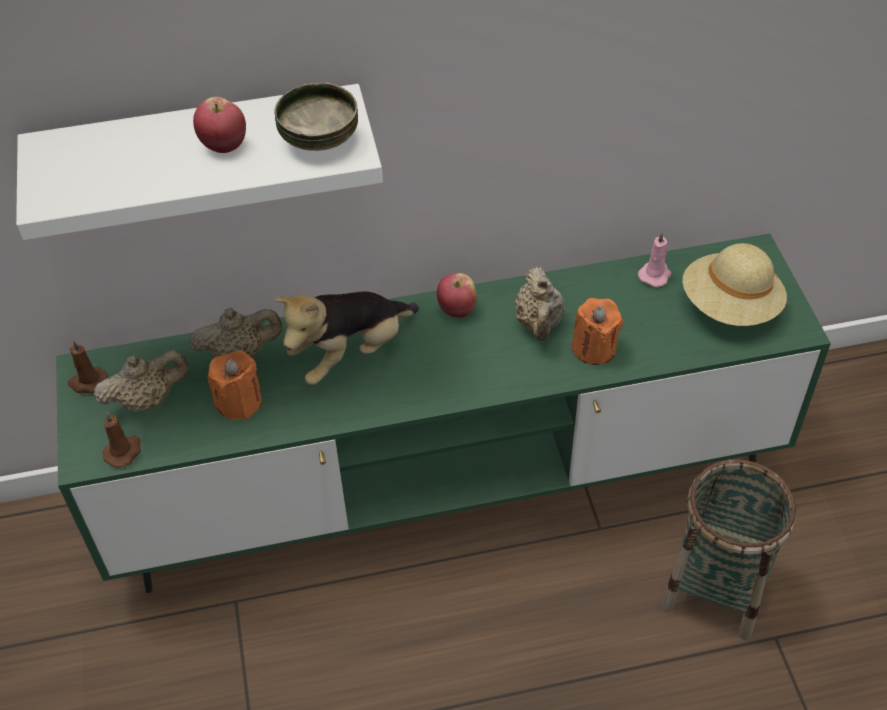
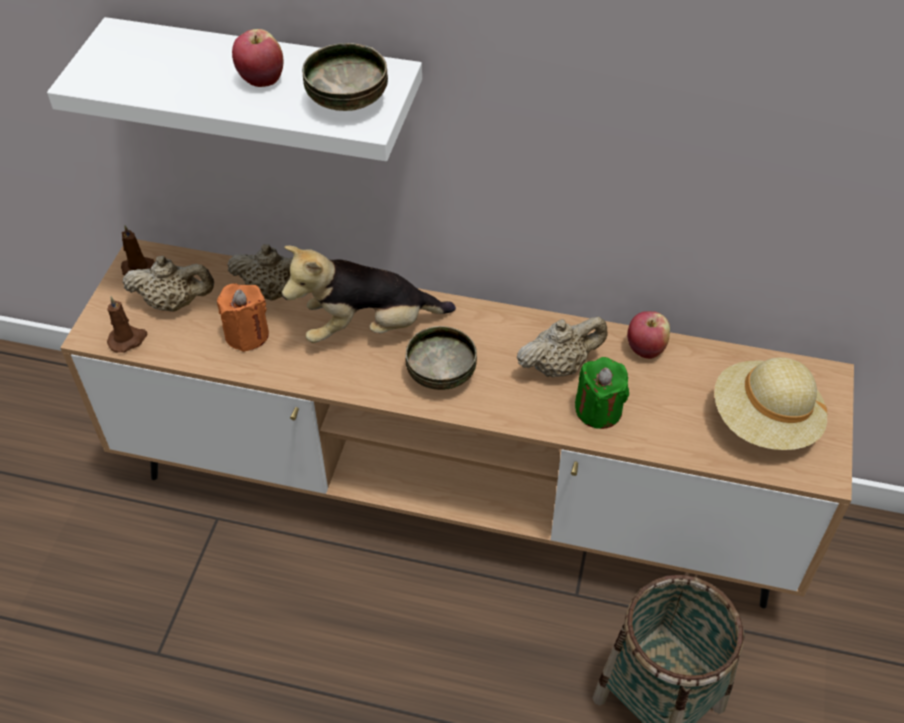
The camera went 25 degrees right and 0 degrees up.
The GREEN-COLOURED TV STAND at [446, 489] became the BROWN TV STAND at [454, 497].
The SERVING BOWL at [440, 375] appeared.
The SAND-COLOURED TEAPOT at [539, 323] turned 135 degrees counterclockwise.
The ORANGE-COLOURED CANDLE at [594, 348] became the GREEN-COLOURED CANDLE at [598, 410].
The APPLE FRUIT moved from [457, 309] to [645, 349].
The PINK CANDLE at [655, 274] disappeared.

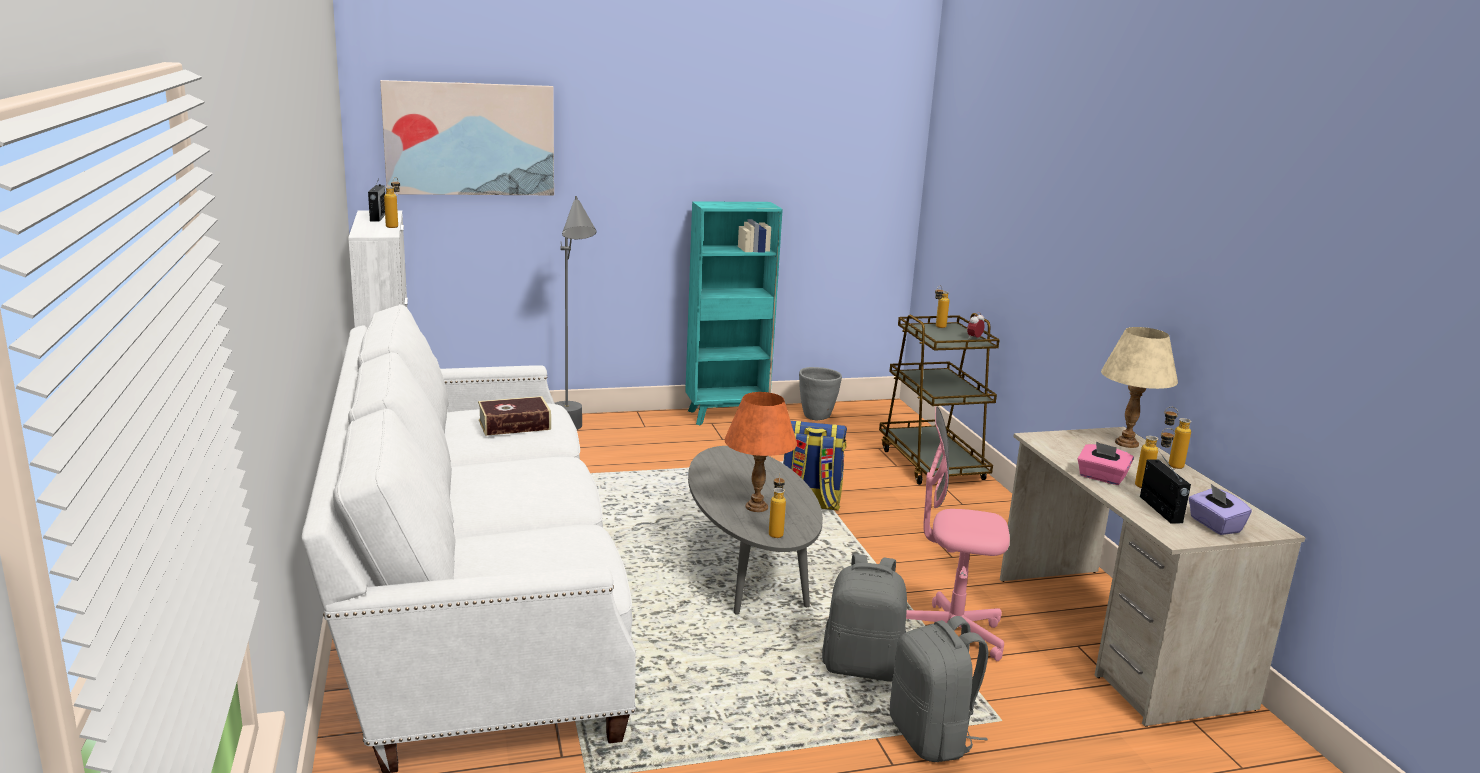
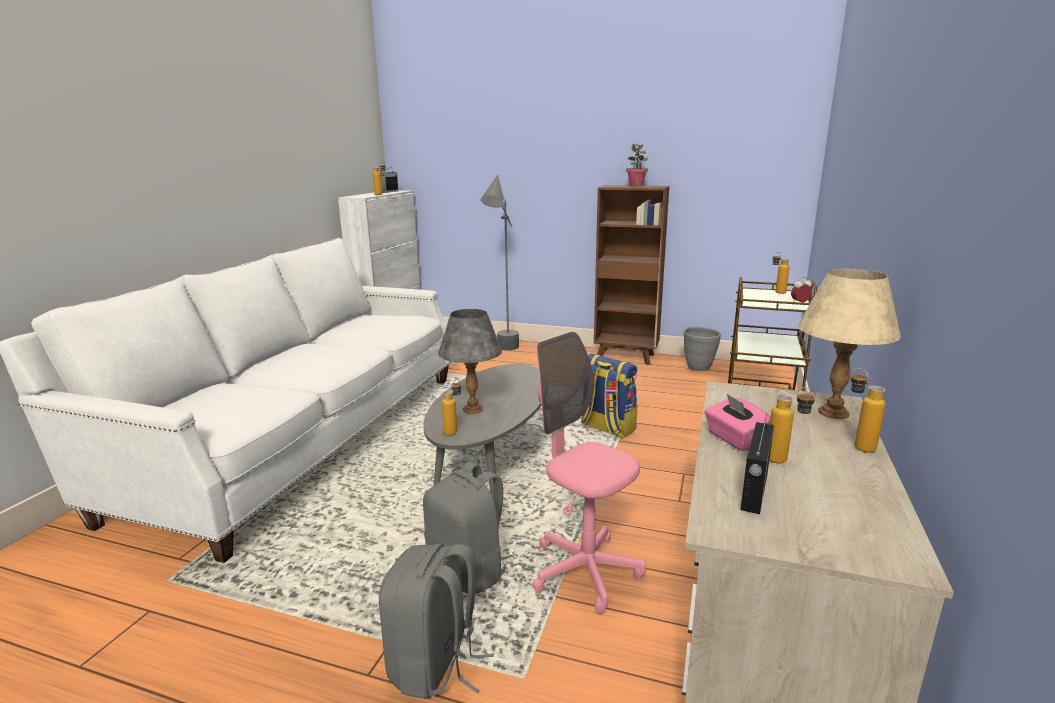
The camera went 35 degrees right and 0 degrees up.
The ORANGE-COLOURED LAMP FOR A TABLE at [756, 507] became the GRAY LAMP FOR A TABLE at [472, 409].
The TURQUOISE BOOKSHELF at [727, 416] became the BROWN BOOKSHELF at [626, 357].
The POTTED PLANT at [636, 186] appeared.
The WALL ART at [470, 139] disappeared.
The BOUND BOOK at [514, 425] disappeared.
The PURPLE-COLOURED TISSUE HOLDER at [1214, 525] disappeared.

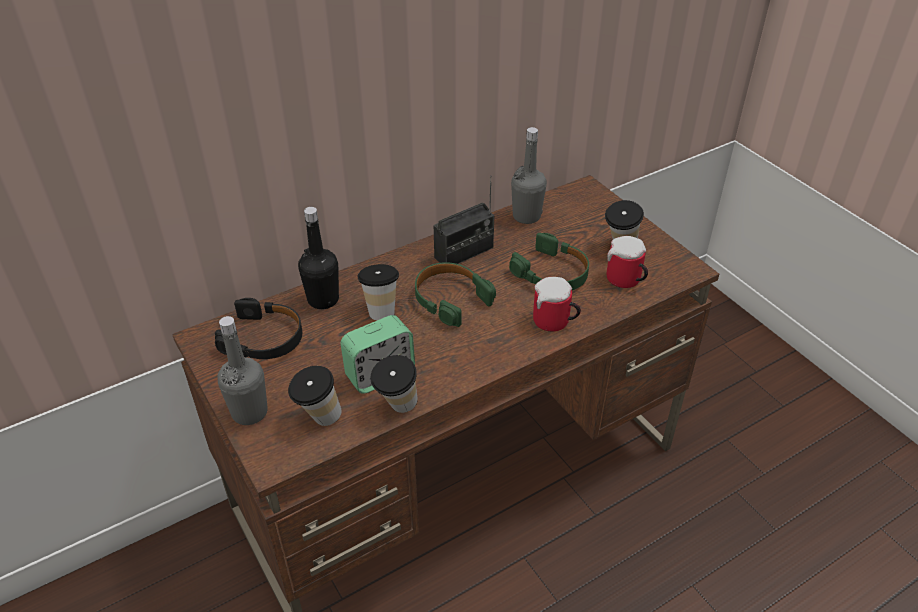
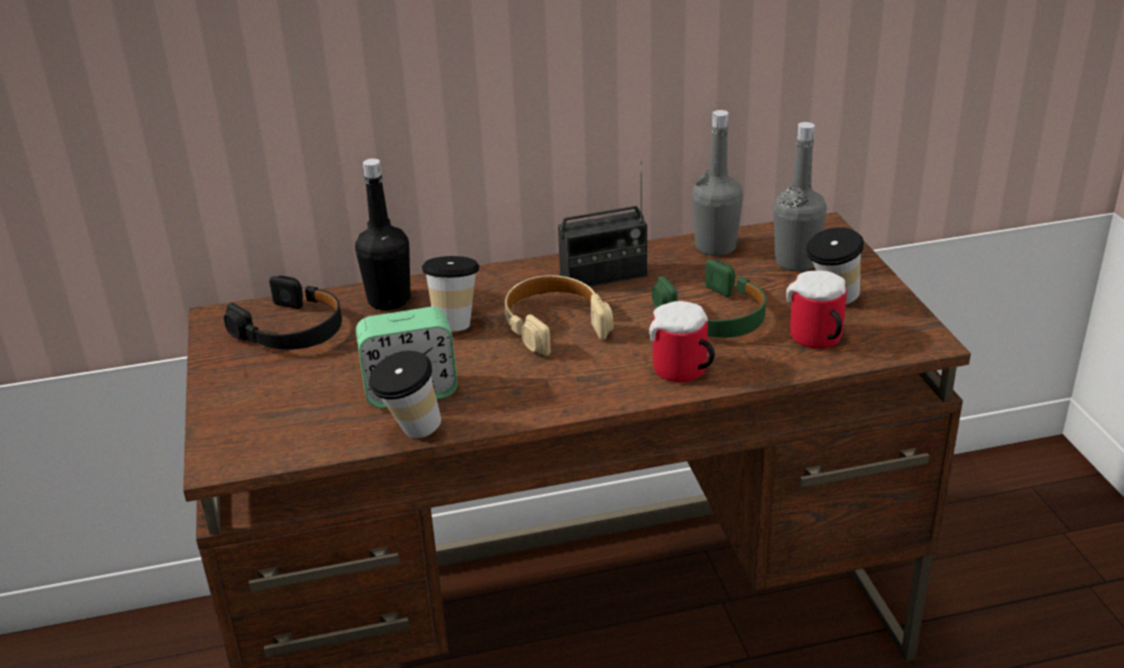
The camera went 20 degrees right and 10 degrees down.
The GREEN-COLOURED HEADPHONES at [450, 299] became the SAND-COLOURED HEADPHONES at [554, 324].
The GRAY BEVERAGE BOTTLE moved from [249, 412] to [796, 262].
The CUP at [318, 419] disappeared.

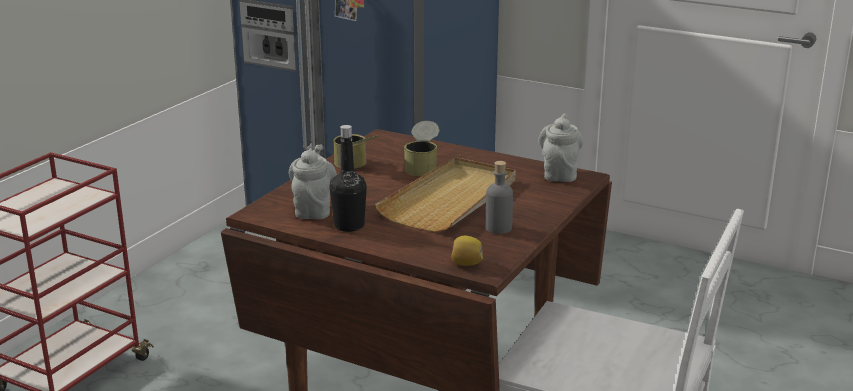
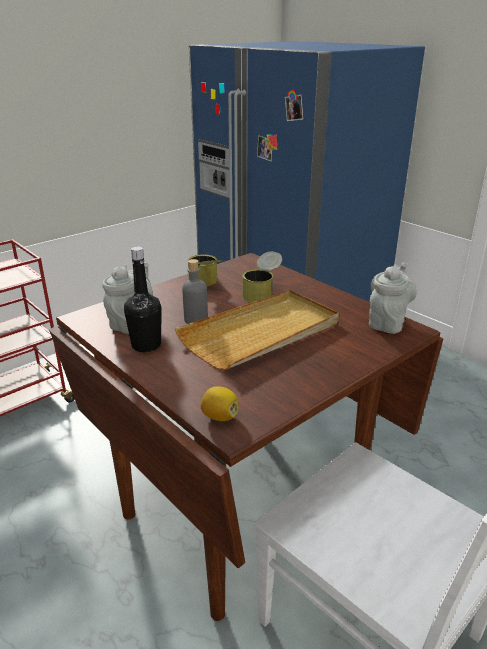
The camera went 20 degrees right and 5 degrees up.
The GRAY BEVERAGE BOTTLE moved from [498, 228] to [196, 320].

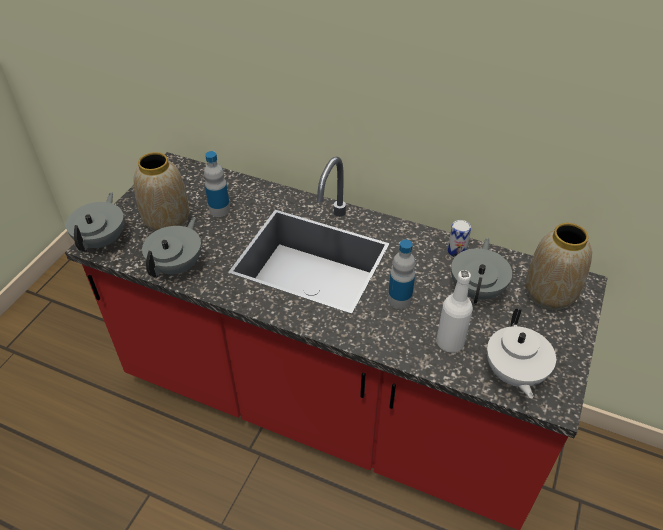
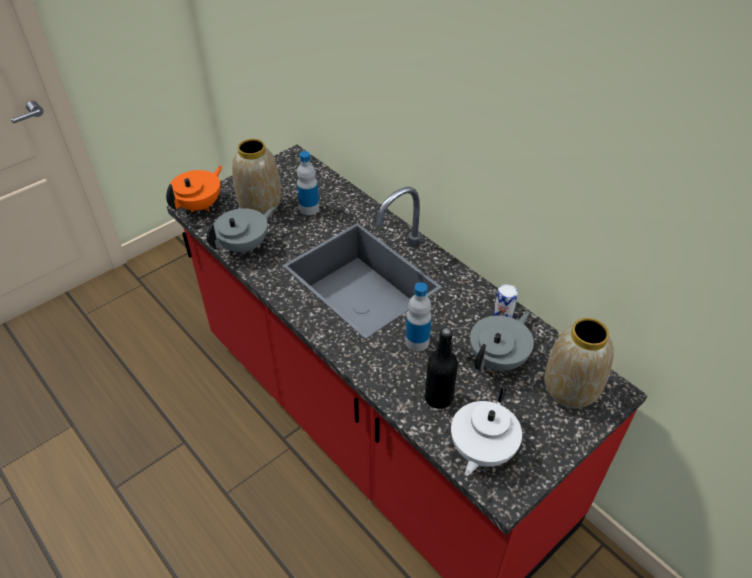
The camera went 25 degrees right and 0 degrees up.
The GRAY TEAPOT at [103, 240] became the ORANGE-COLOURED TEAPOT at [200, 205].
The WHITISH BEVERAGE BOTTLE at [450, 342] became the BLACK-COLOURED BEVERAGE BOTTLE at [438, 398].

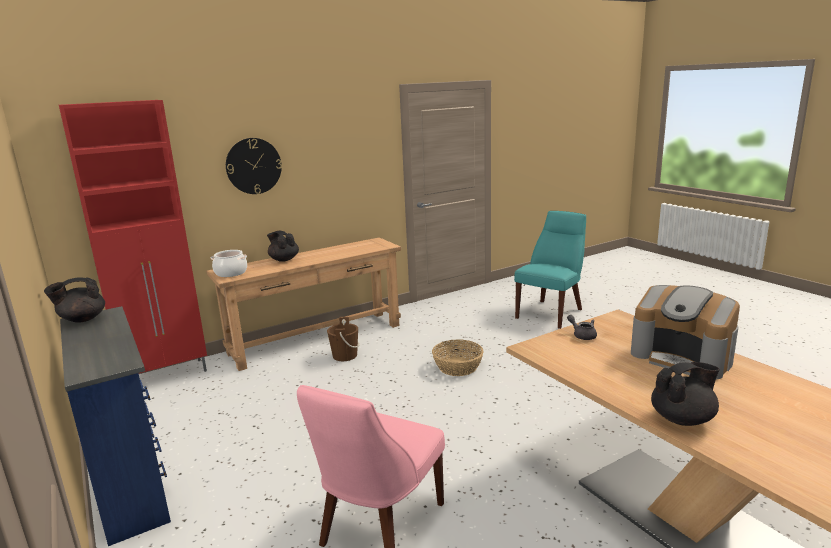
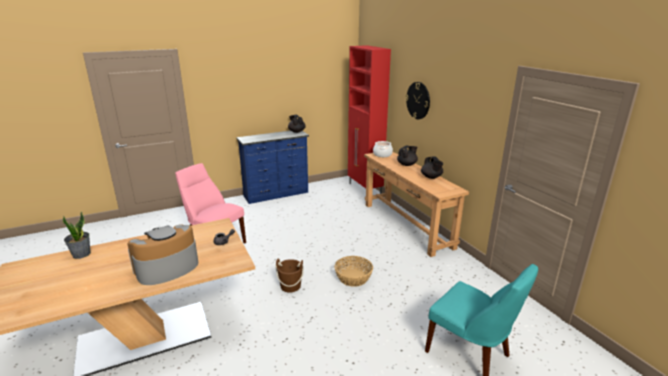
The camera went 95 degrees right and 5 degrees up.
The POTTED PLANT at [81, 254] appeared.
The BROWN BUCKET moved from [345, 355] to [290, 286].
The BLACK-COLOURED TEAPOT moved from [683, 419] to [431, 177].

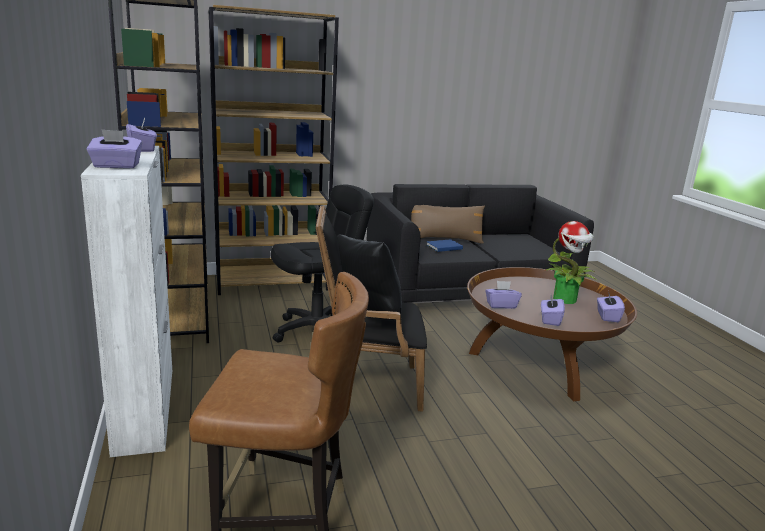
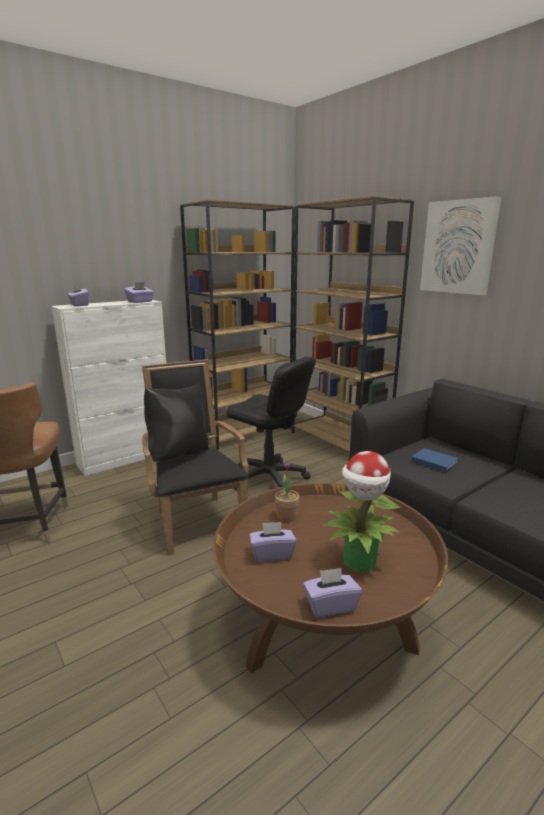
The camera went 70 degrees right and 0 degrees up.
The PURPLE-COLOURED TISSUE HOLDER at [501, 305] was replaced by the POTTED PLANT at [286, 516].
The WALL ART at [458, 247] appeared.
The BROWN THROW PILLOW at [445, 239] disappeared.

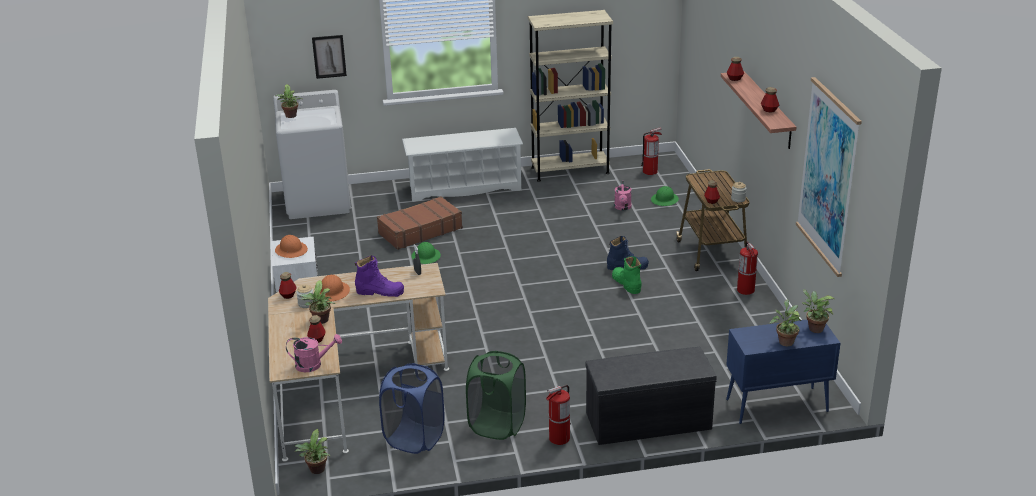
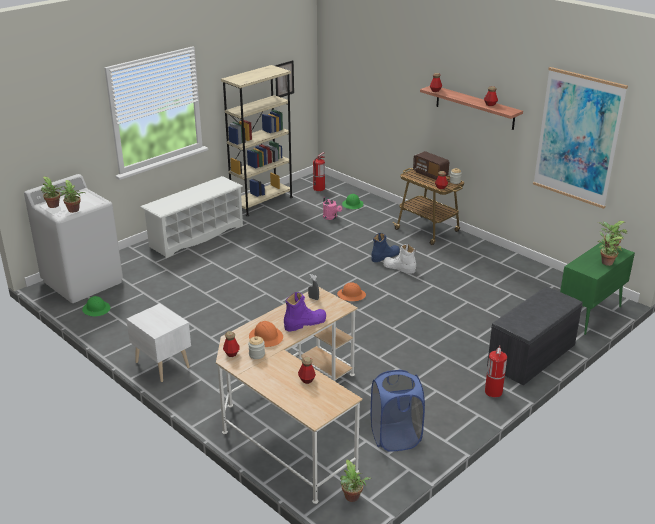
The camera went 35 degrees left and 0 degrees up.
The POTTED PLANT moved from [320, 321] to [74, 211].
The GREEN-COLOURED SAFETY HELMET moved from [426, 256] to [96, 309].
The WALL ART moved from [329, 56] to [284, 79].
The ORANGE-COLOURED SAFETY HELMET moved from [291, 250] to [351, 295].
The GREEN-COLOURED HIGH-TOP BOOT at [626, 283] became the WHITISH HIGH-TOP BOOT at [399, 268].
The RADIO SET at [430, 174] appeared.
The BLUE-COLOURED STORAGE CABINET at [776, 406] became the GREEN-COLOURED STORAGE CABINET at [589, 314].
The PINK WATERING POT at [313, 364] disappeared.
The BROWN TRAVEL CASE at [420, 231] disappeared.
The GREEN-COLOURED LAUNDRY BASKET at [497, 425] disappeared.
The EXTINGUISHER at [745, 290] disappeared.

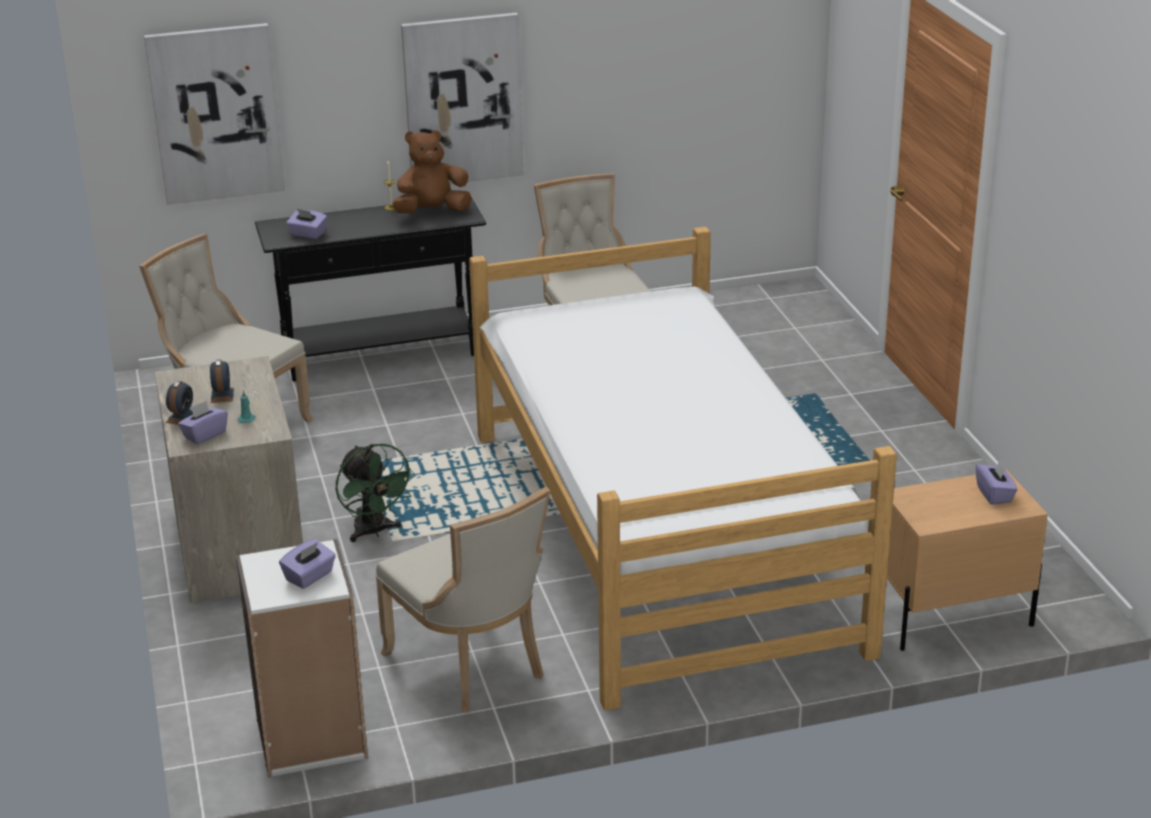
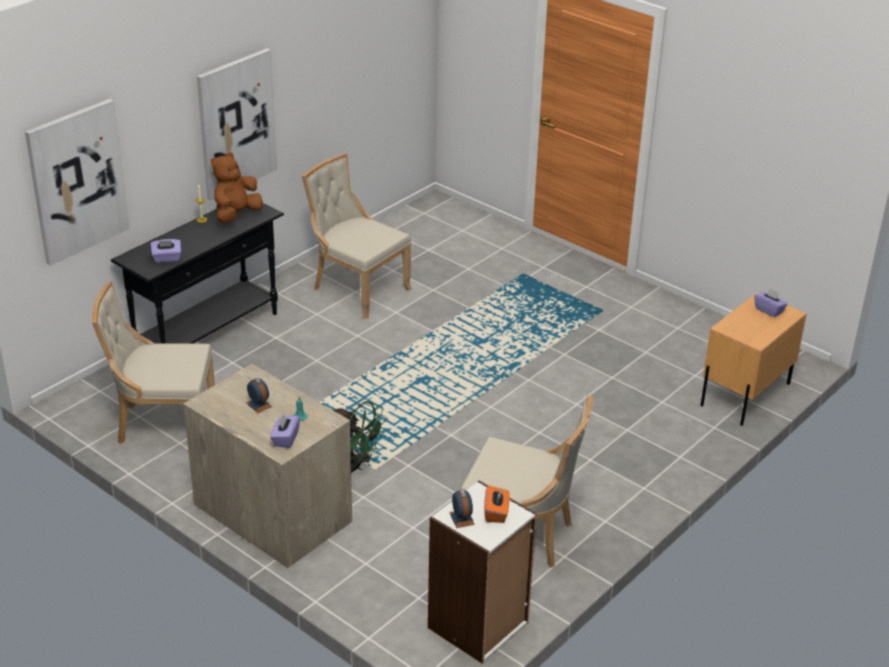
The camera went 35 degrees left and 5 degrees up.
The TABLE CLOCK moved from [182, 417] to [461, 518].
The PURPLE-COLOURED TISSUE HOLDER at [309, 576] became the ORANGE-COLOURED TISSUE HOLDER at [496, 513].
The BEDROOM BED at [658, 538] disappeared.

